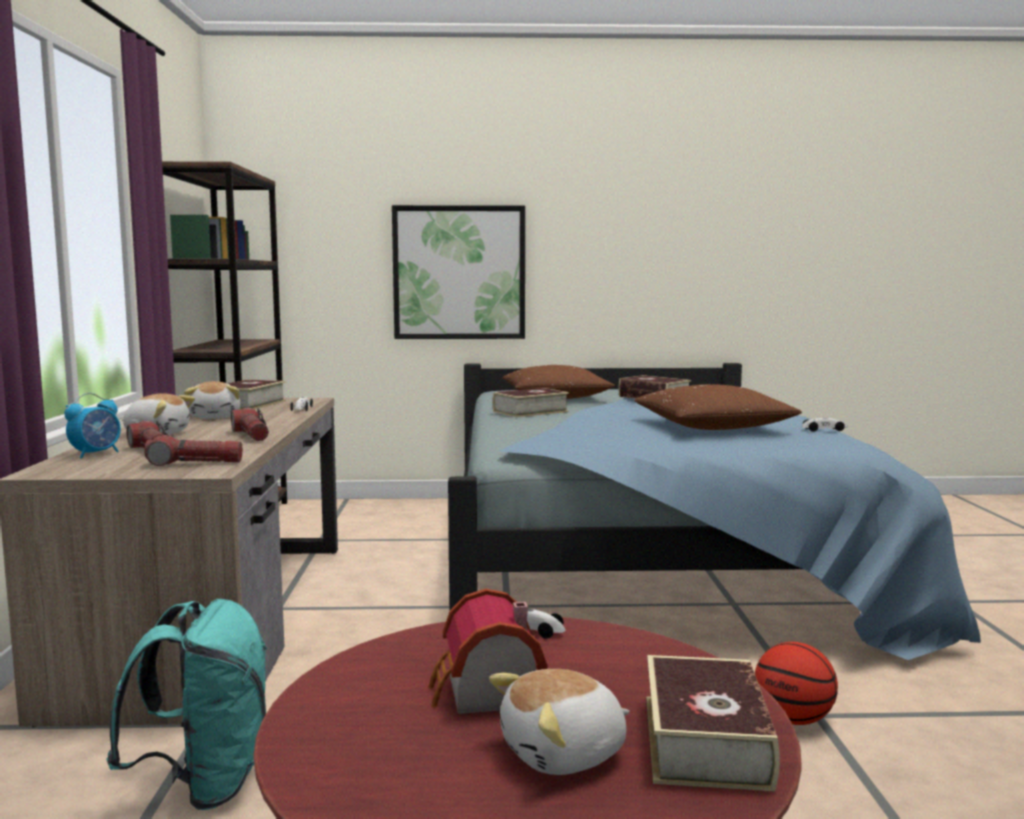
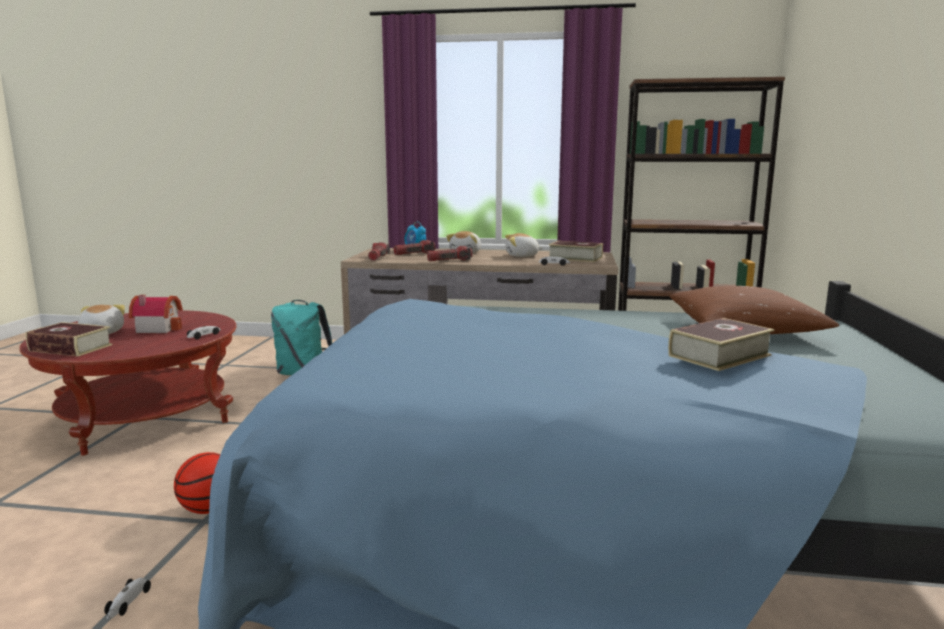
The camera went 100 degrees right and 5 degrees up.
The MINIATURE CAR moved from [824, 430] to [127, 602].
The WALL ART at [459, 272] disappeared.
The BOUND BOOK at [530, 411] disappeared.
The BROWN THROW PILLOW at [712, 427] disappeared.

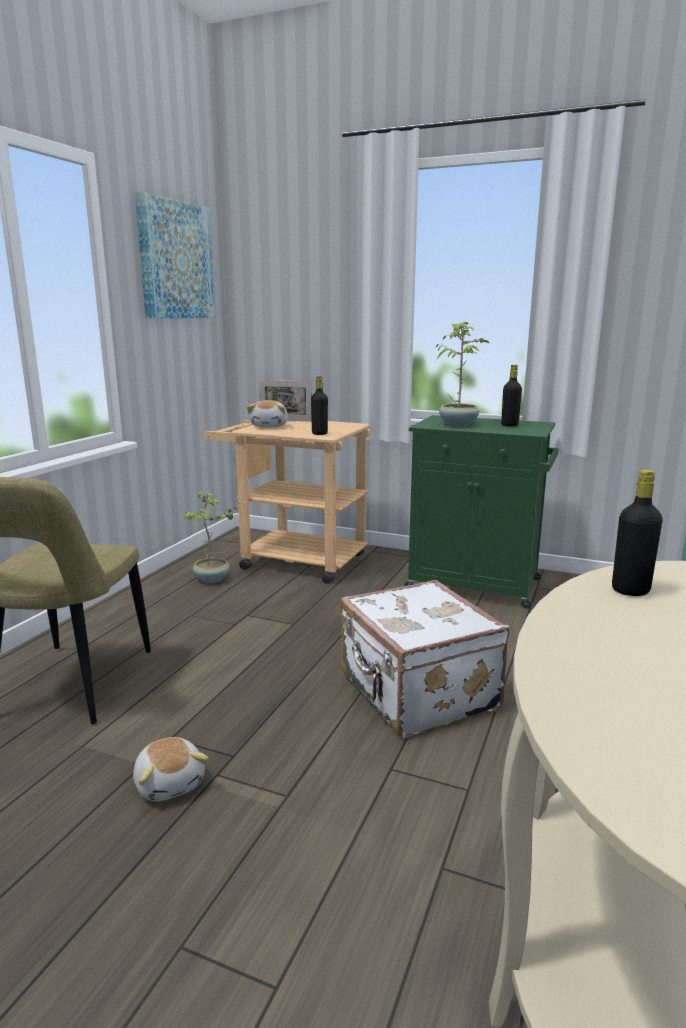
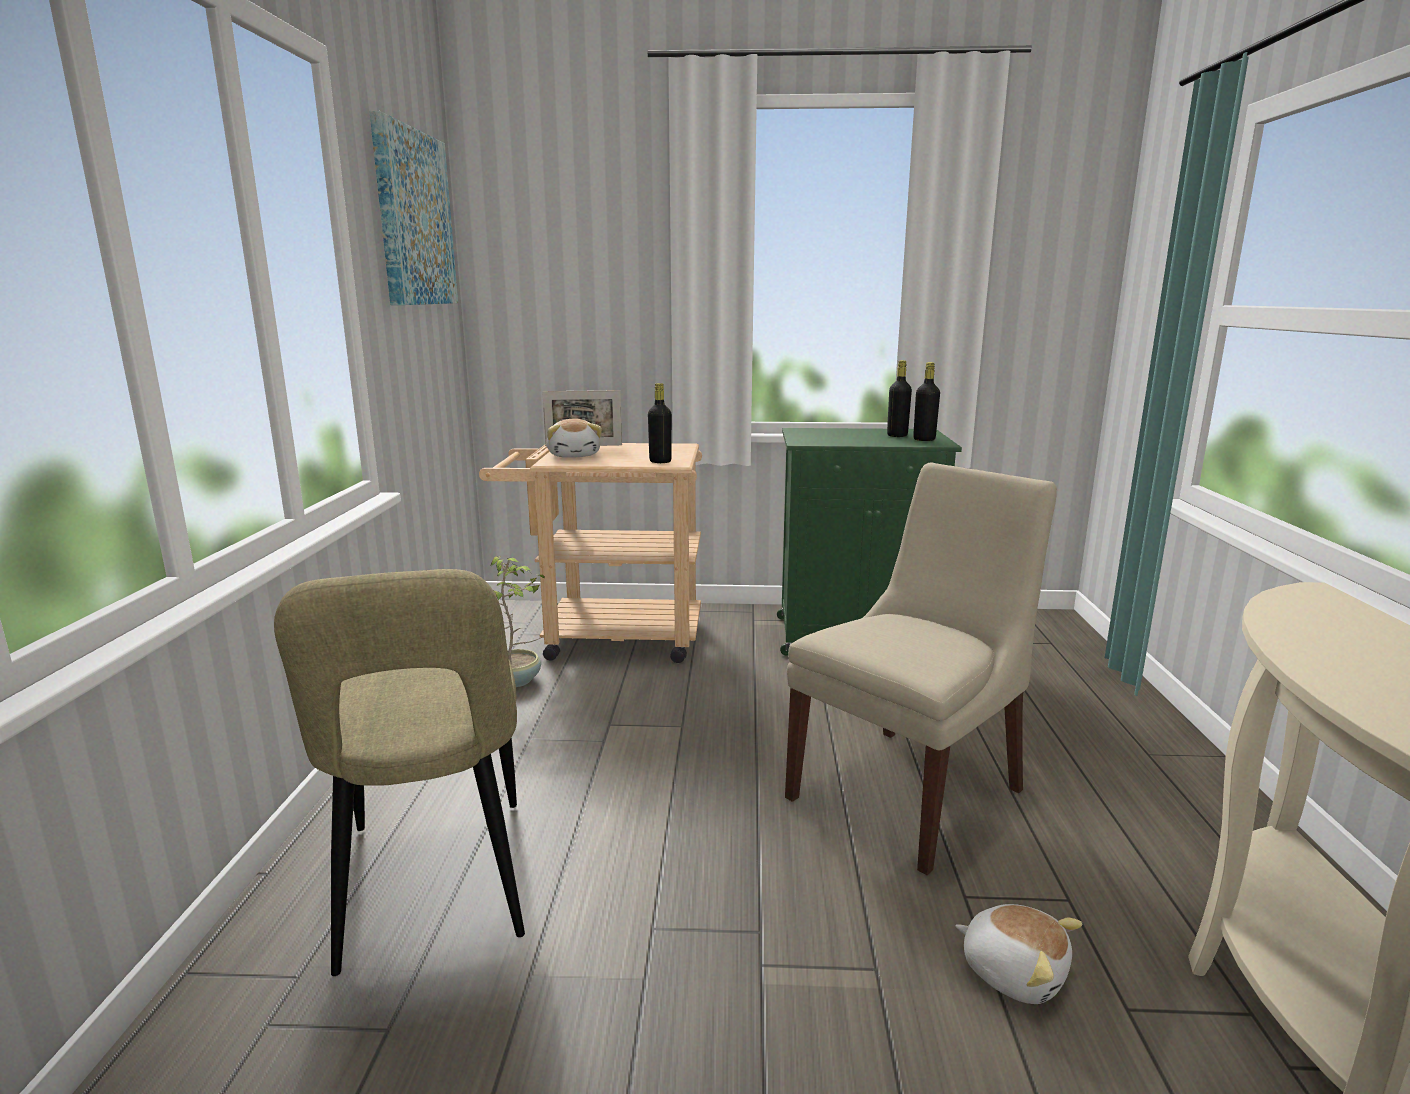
The camera went 20 degrees left and 0 degrees up.
The WHITISH TRAVEL CASE at [416, 694] was replaced by the SAND-COLOURED UPRIGHT CHAIR at [910, 790].
The BLACK-COLOURED BEVERAGE BOTTLE moved from [630, 590] to [924, 439].
The SOFT TOY moved from [170, 783] to [1014, 971].
The POTTED PLANT at [458, 424] disappeared.

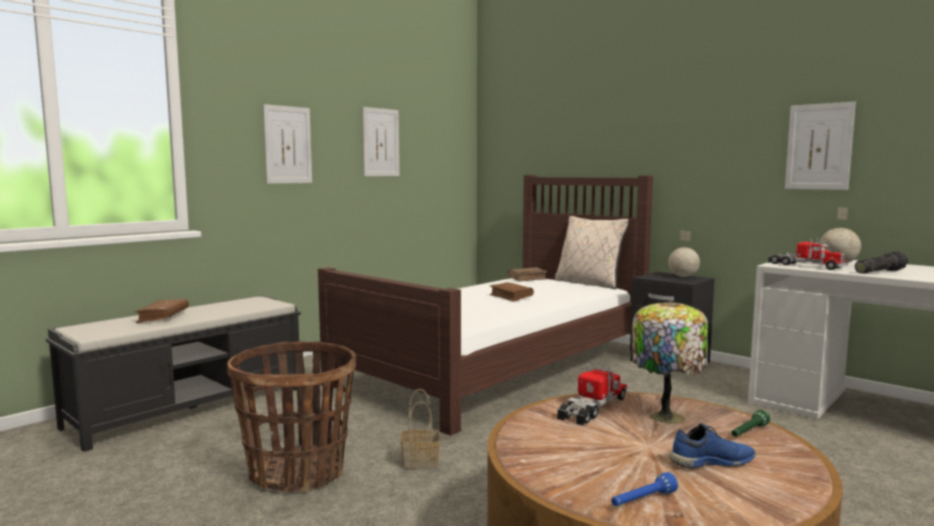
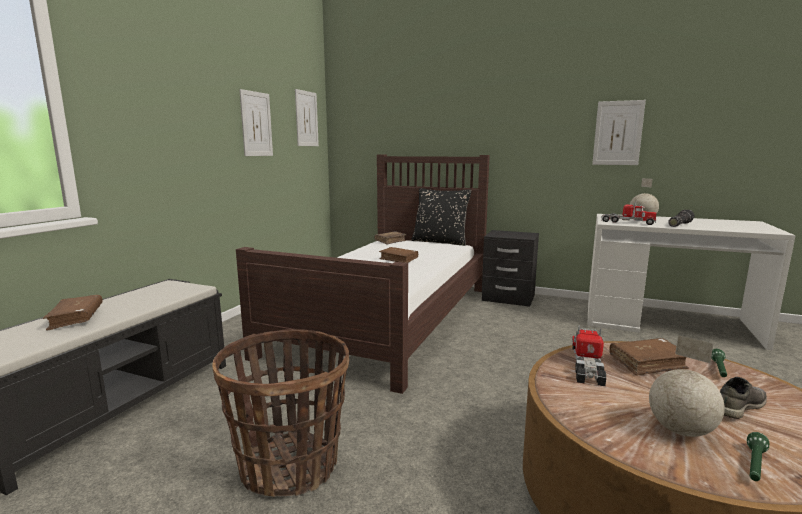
The camera went 20 degrees left and 5 degrees up.
The WALL ART moved from [287, 145] to [306, 119].
The SAND-COLOURED THROW PILLOW at [589, 283] became the BLACK-COLOURED THROW PILLOW at [440, 242].
The LAMP FOR A TABLE at [667, 416] was replaced by the BROWN BOUND BOOK at [647, 363].
The WORLD GLOBE moved from [683, 277] to [681, 431].
The BLUE-COLOURED LOW SHOE at [711, 461] became the GRAY LOW SHOE at [738, 406].
The BLUE-COLOURED HAND TORCH at [642, 500] became the GREEN-COLOURED HAND TORCH at [754, 465].
The HOUSEHOLD BASKET at [421, 461] disappeared.

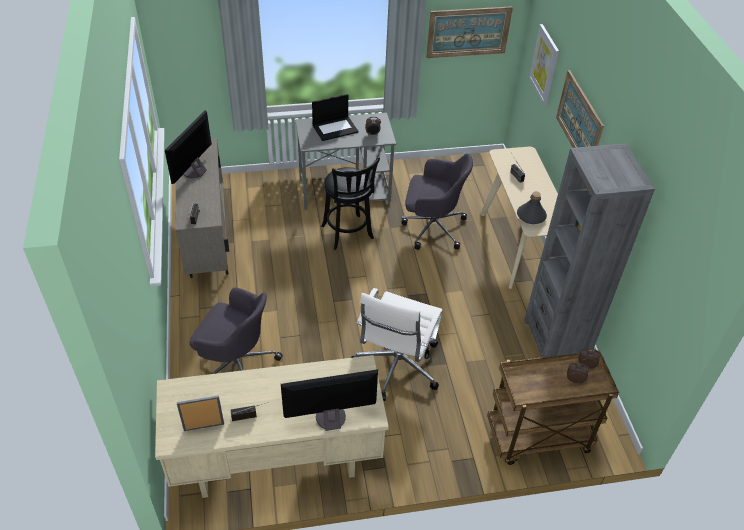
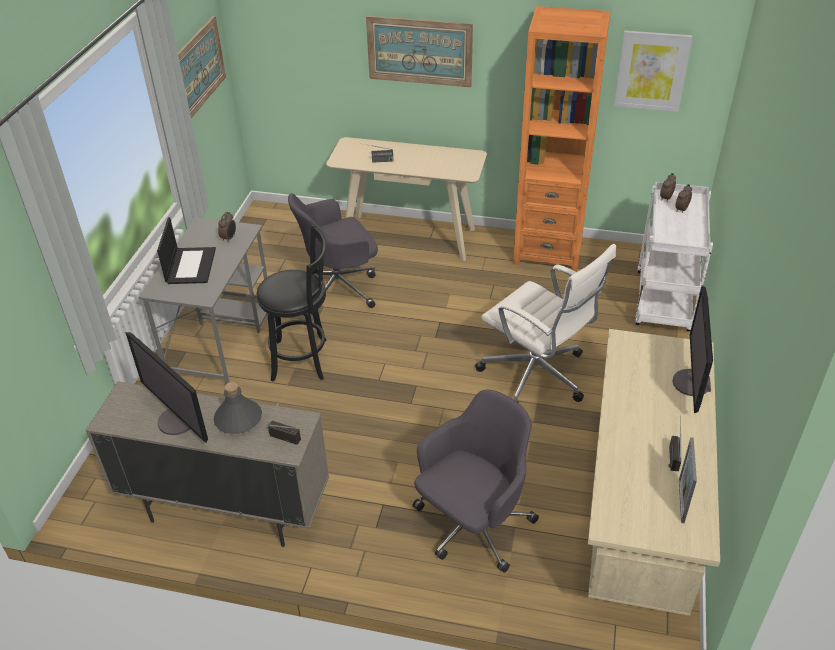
The camera went 65 degrees left and 5 degrees down.
The GRAY BEVERAGE BOTTLE moved from [531, 216] to [238, 419].
The GRAY OFFICE CHAIR at [432, 227] turned 150 degrees counterclockwise.
The GRAY BOOKSHELF at [556, 339] became the ORANGE-COLOURED BOOKSHELF at [547, 252].
The WALL ART moved from [544, 64] to [651, 71].
The BROWN CART at [537, 438] became the WHITISH CART at [664, 303].

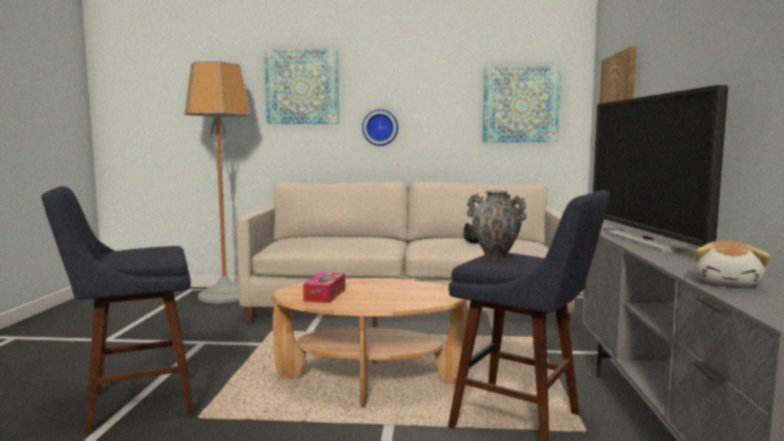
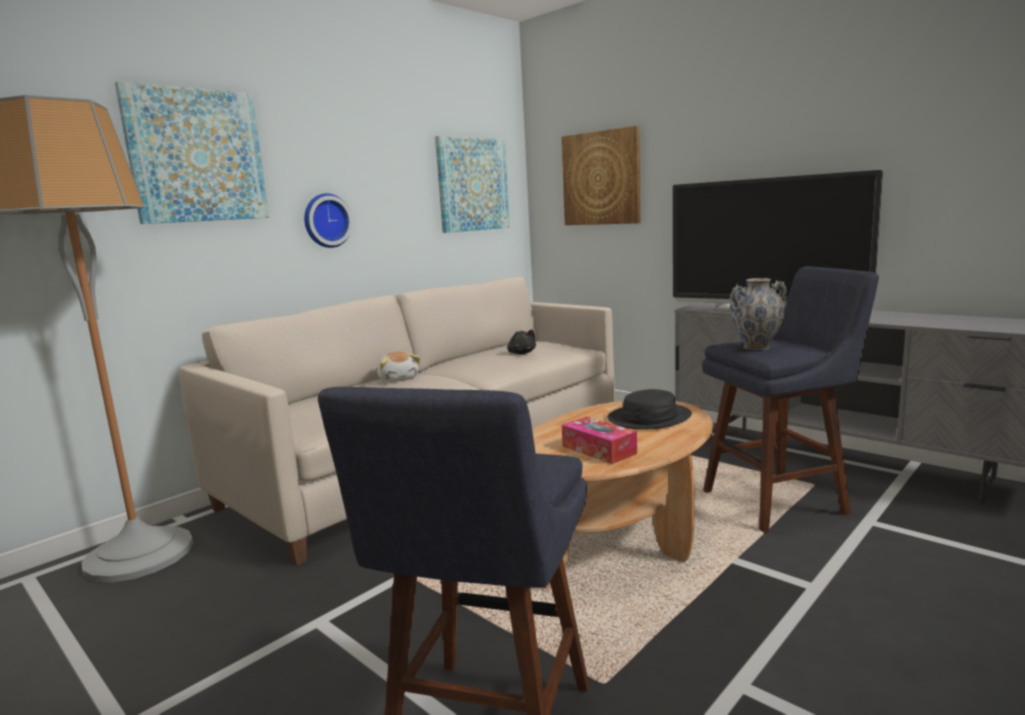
The camera went 50 degrees left and 5 degrees up.
The SOFT TOY moved from [727, 282] to [398, 379].
The BLACK-COLOURED CLOTHING HAT at [649, 418] appeared.

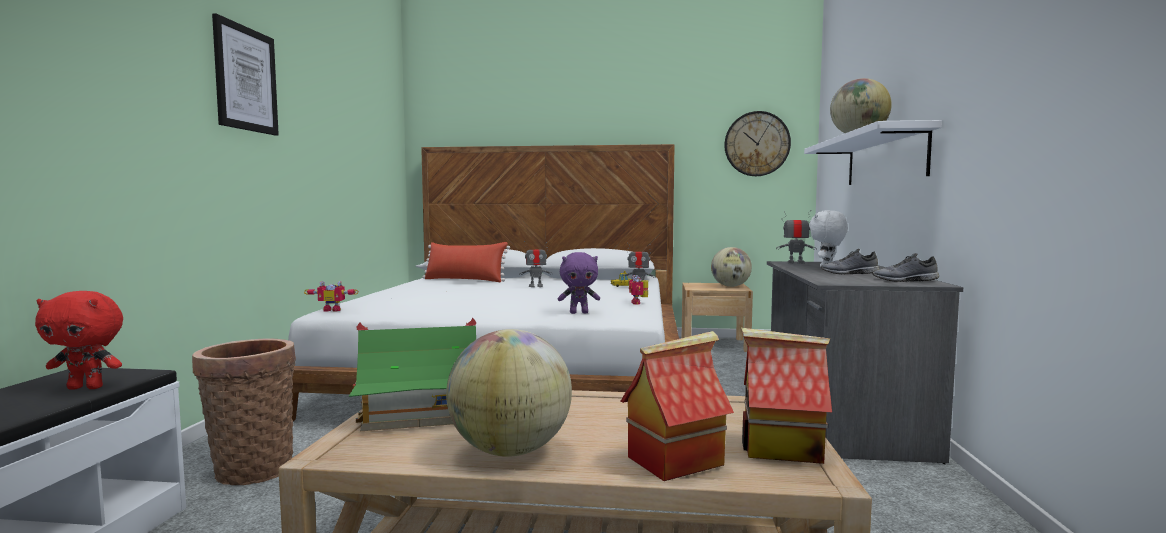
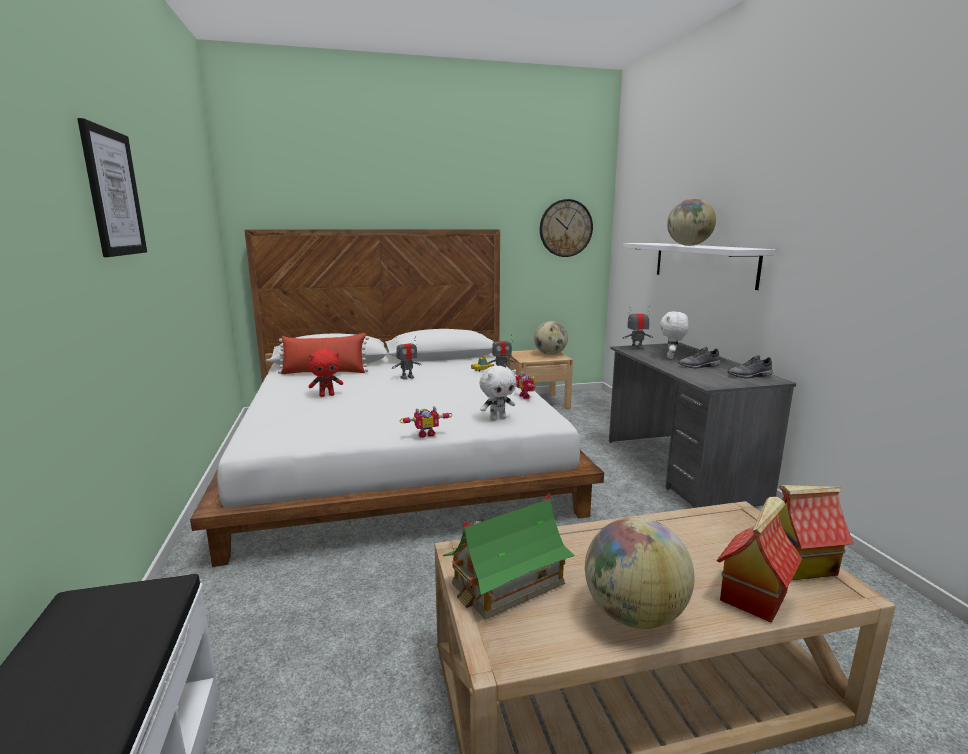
The camera went 20 degrees left and 10 degrees up.
The RED SOFT TOY moved from [87, 387] to [327, 395].
The ROBOT FIGURE moved from [333, 310] to [426, 434].
The PURPLE-COLOURED SOFT TOY at [579, 313] became the WHITISH SOFT TOY at [497, 418].
The HOUSEHOLD BASKET at [251, 468] disappeared.

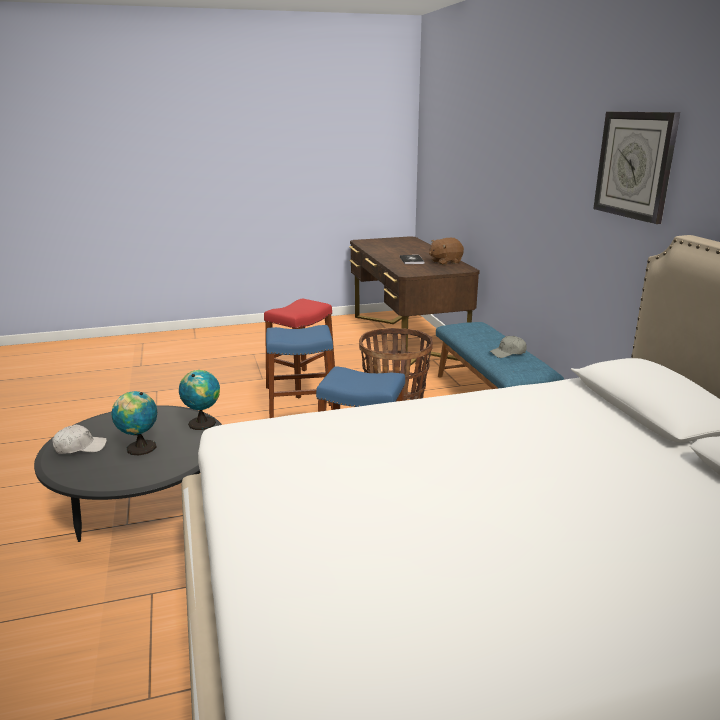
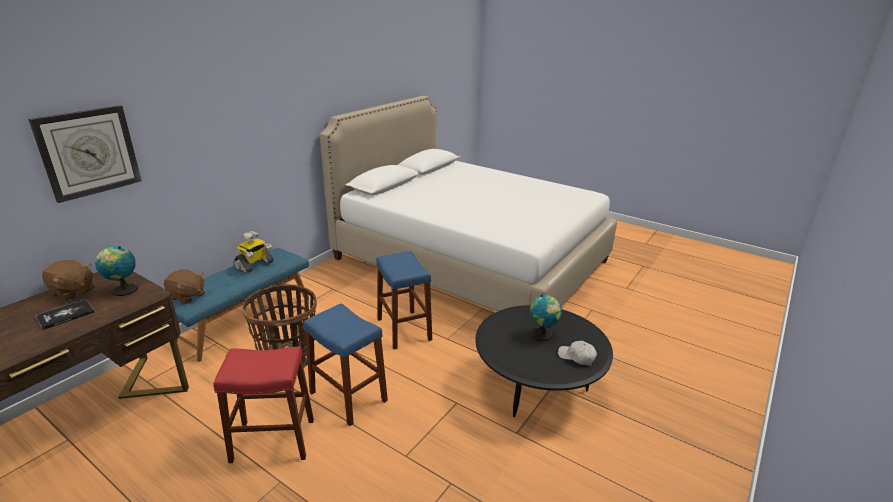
The camera went 130 degrees left and 5 degrees up.
The CLOCK ON THE WALL moved from [635, 165] to [89, 152].
The WORLD GLOBE moved from [203, 422] to [123, 290].
The BROWN SOFT TOY at [187, 296] appeared.
The GRAY BASEBALL CAP at [508, 353] was replaced by the ROBOT FIGURE at [254, 265].

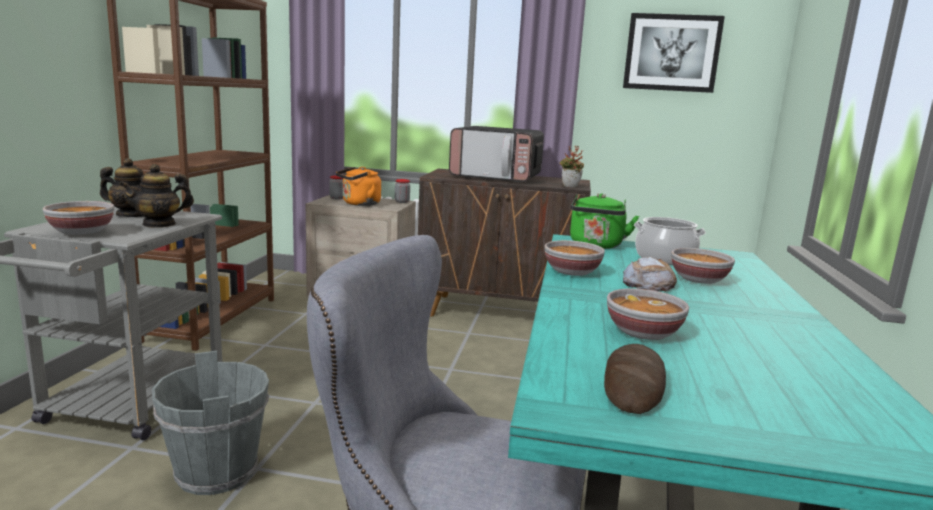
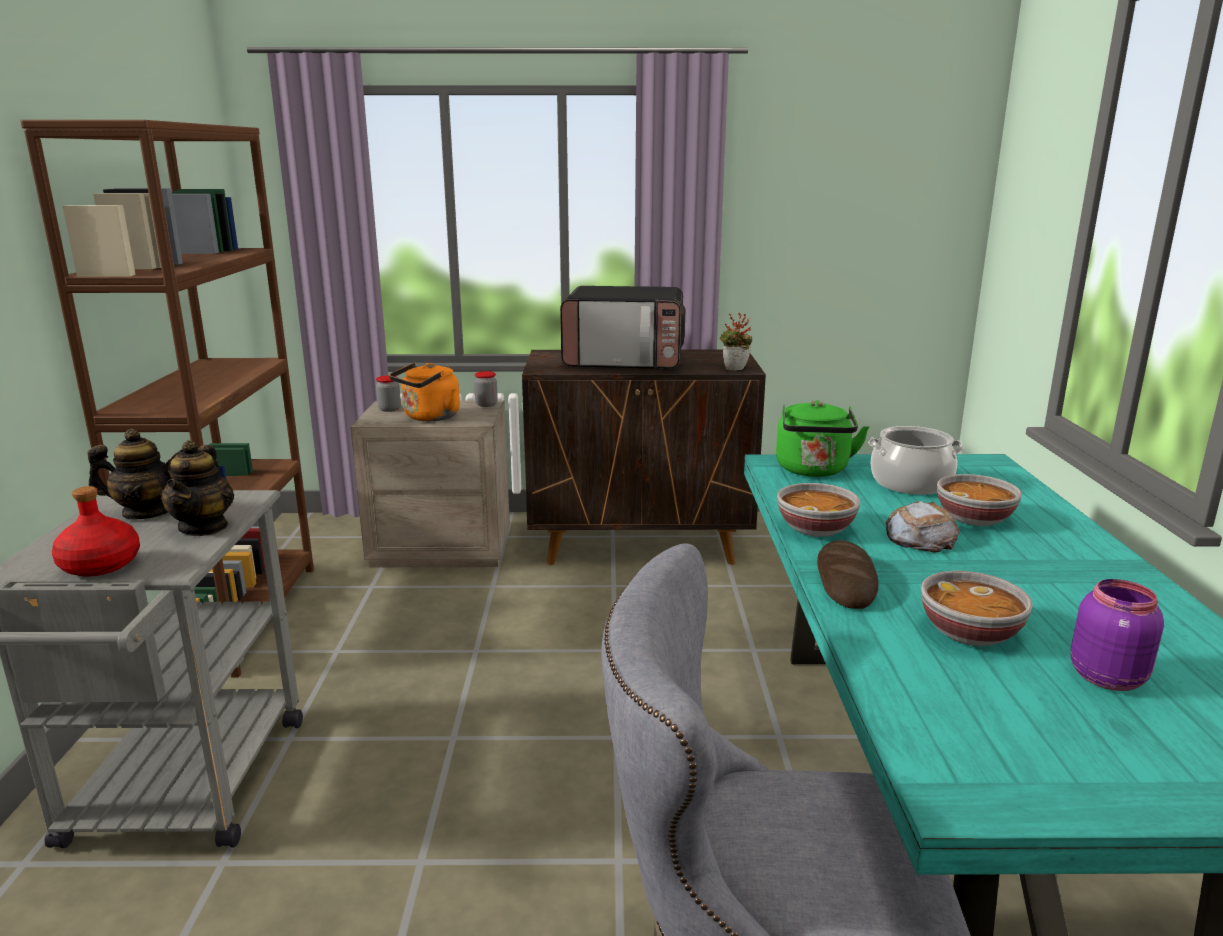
The camera went 10 degrees left and 5 degrees up.
The SERVING BOWL at [81, 232] was replaced by the RED BEVERAGE BOTTLE at [99, 565].
The TEAPOT at [159, 224] turned 45 degrees counterclockwise.
The BREAD moved from [633, 385] to [845, 581].
The PURPLE-COLOURED JAR at [1108, 677] appeared.
The GRAY BUCKET at [217, 472] disappeared.
The WALL ART at [671, 53] disappeared.

